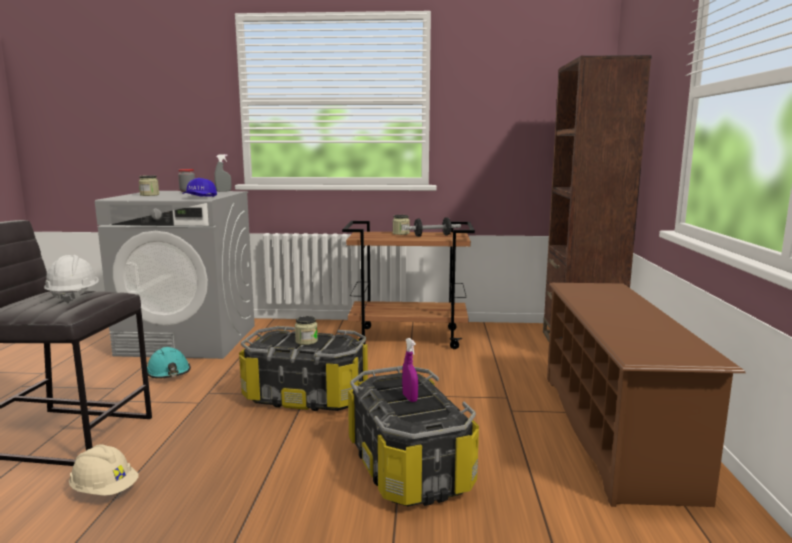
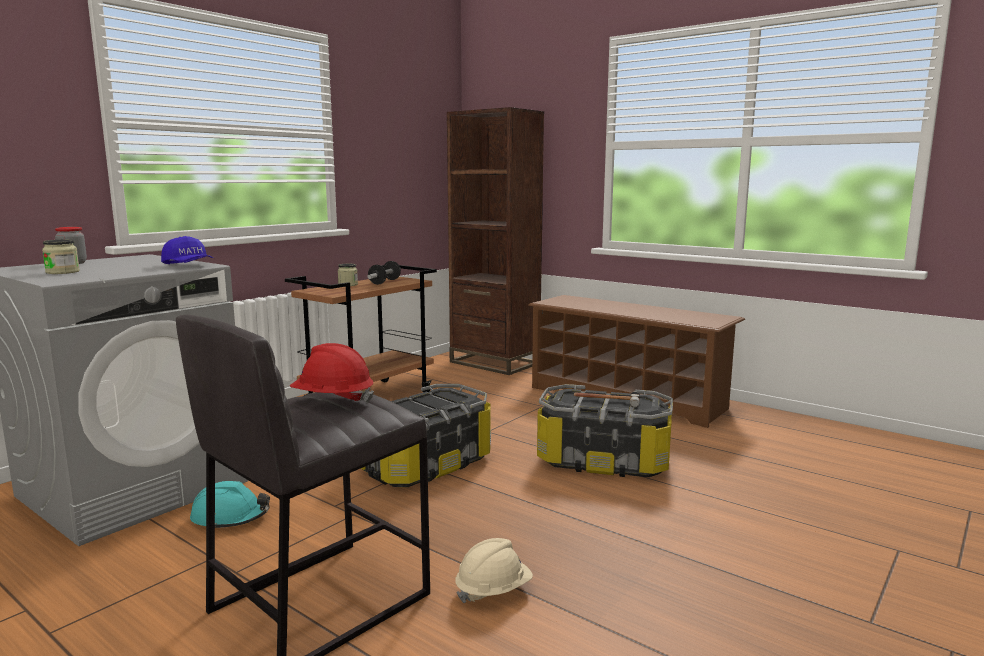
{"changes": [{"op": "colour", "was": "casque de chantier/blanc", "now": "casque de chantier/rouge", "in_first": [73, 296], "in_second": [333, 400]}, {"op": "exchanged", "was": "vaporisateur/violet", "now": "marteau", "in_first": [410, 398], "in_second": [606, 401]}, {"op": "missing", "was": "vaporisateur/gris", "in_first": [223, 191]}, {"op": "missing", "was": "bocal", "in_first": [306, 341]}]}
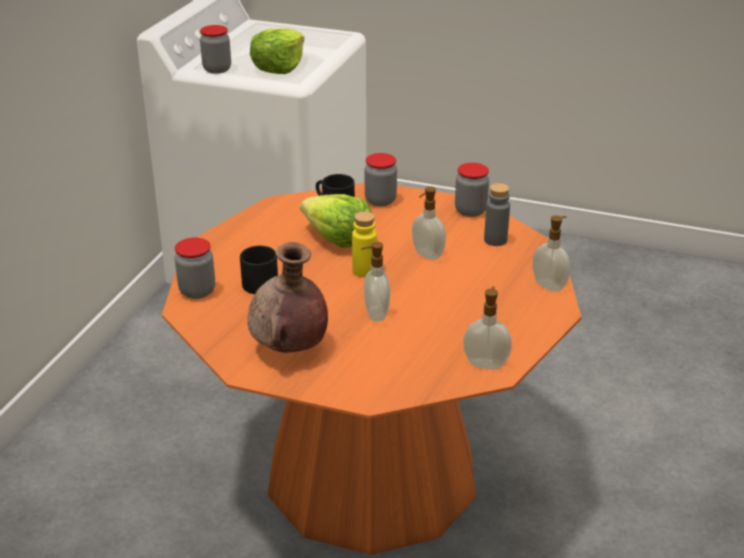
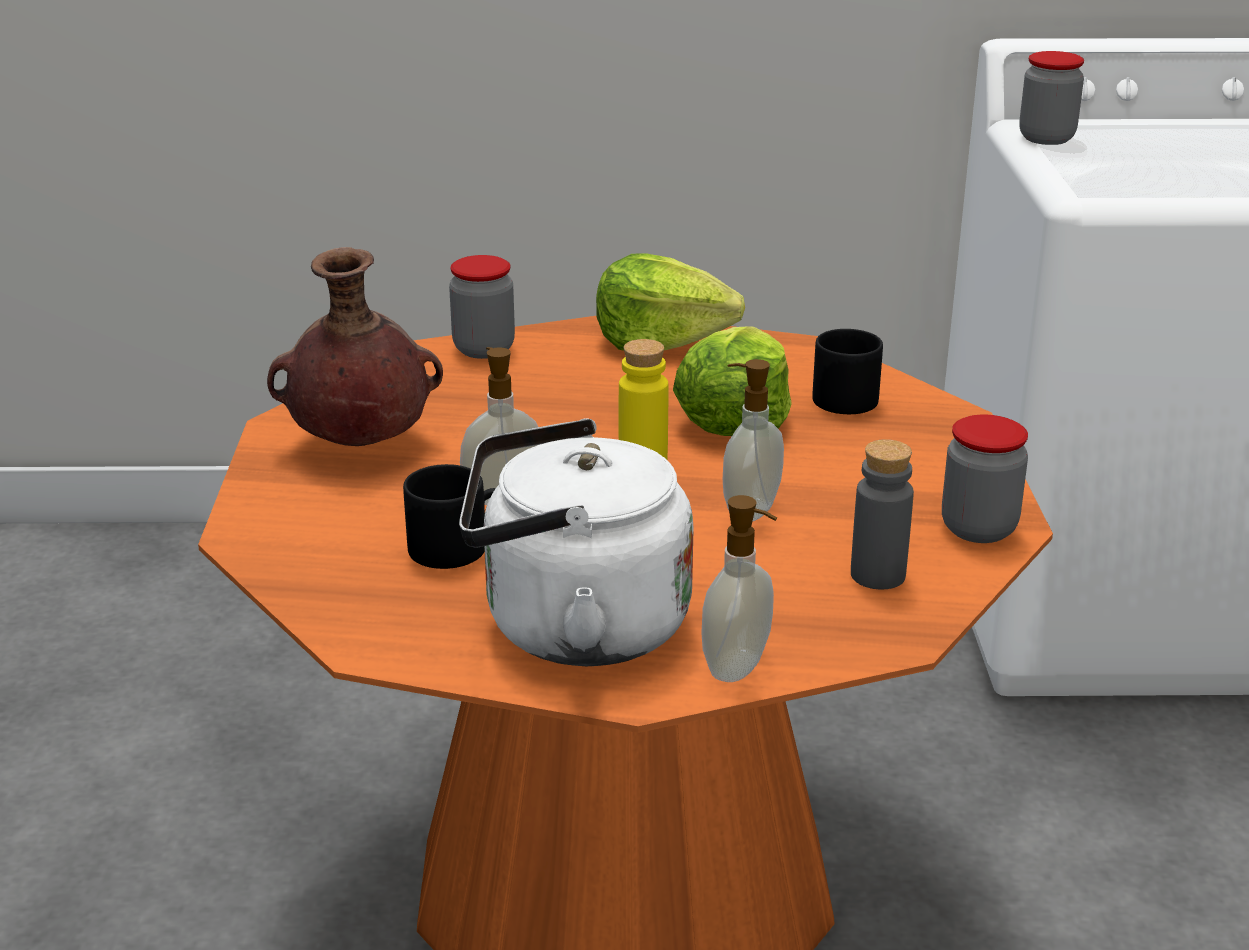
{"changes": [{"op": "relocated", "was": "mug/noir", "in_first": [261, 281], "in_second": [461, 547]}, {"op": "appeared", "now": "bouilloire/blanc", "in_second": [573, 627]}, {"op": "relocated", "was": "laitue", "in_first": [279, 67], "in_second": [661, 341]}, {"op": "missing", "was": "bocal", "in_first": [380, 200]}, {"op": "missing", "was": "distributeur de savon", "in_first": [486, 363]}]}
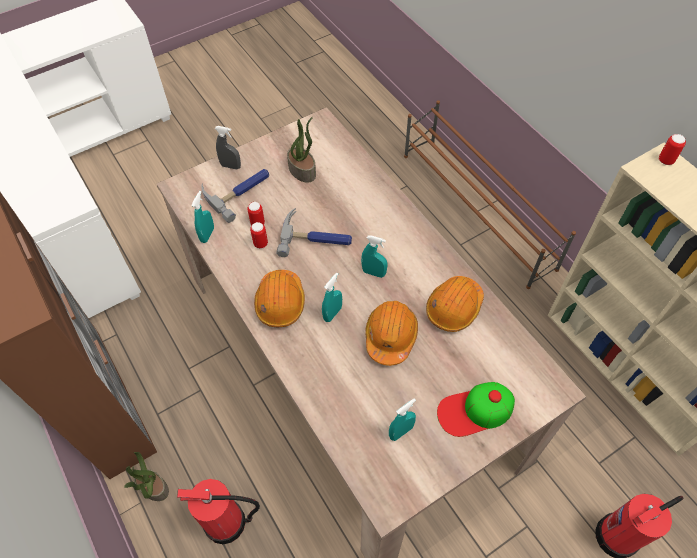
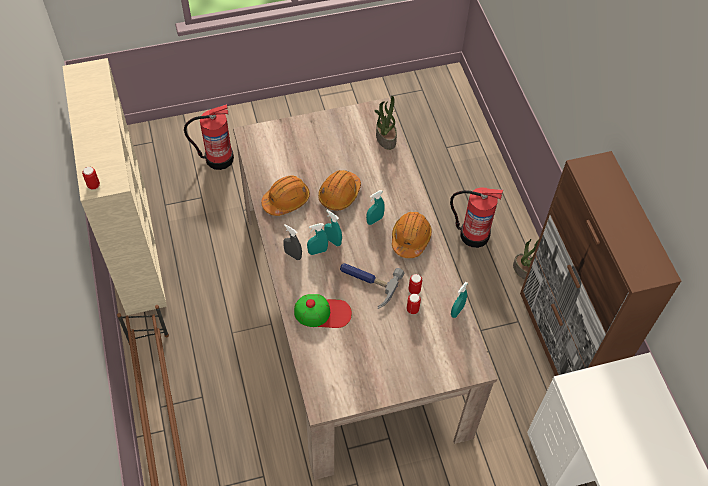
{"changes": [{"op": "relocated", "was": "vaporisateur/gris", "in_first": [231, 166], "in_second": [293, 255]}, {"op": "relocated", "was": "casquette", "in_first": [475, 411], "in_second": [323, 313]}, {"op": "relocated", "was": "vaporisateur/turquoise", "in_first": [401, 432], "in_second": [317, 251]}, {"op": "relocated", "was": "plante en pot", "in_first": [303, 170], "in_second": [385, 138]}, {"op": "missing", "was": "marteau", "in_first": [239, 191]}]}
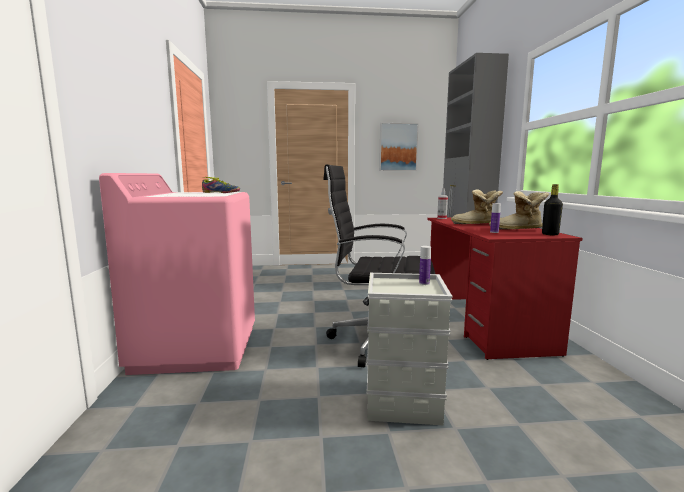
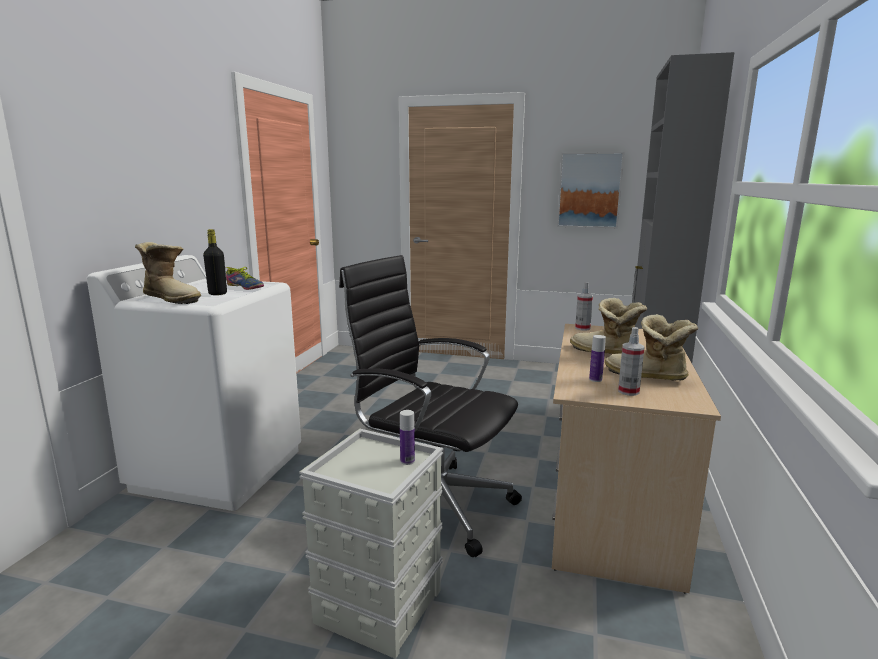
{"changes": [{"op": "colour", "was": "lave-linge/rose", "now": "lave-linge/blanc", "in_first": [197, 347], "in_second": [219, 469]}, {"op": "appeared", "now": "botte", "in_second": [172, 298]}, {"op": "relocated", "was": "bouteille/noir", "in_first": [550, 234], "in_second": [217, 293]}, {"op": "colour", "was": "bureau/rouge", "now": "bureau/beige", "in_first": [484, 323], "in_second": [611, 503]}, {"op": "appeared", "now": "vaporisateur", "in_second": [628, 391]}]}
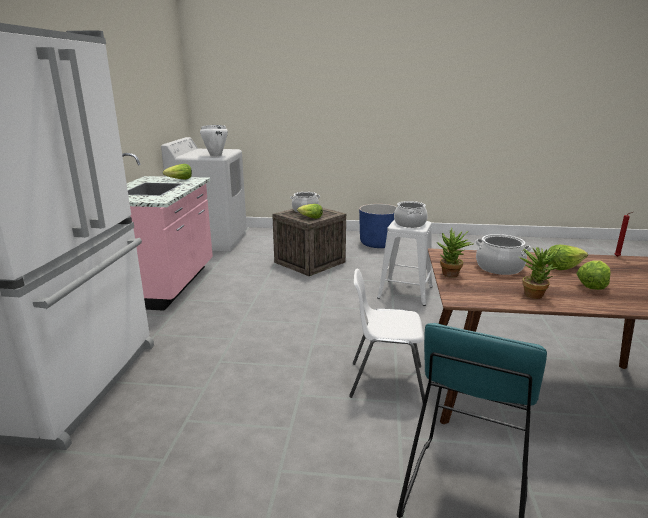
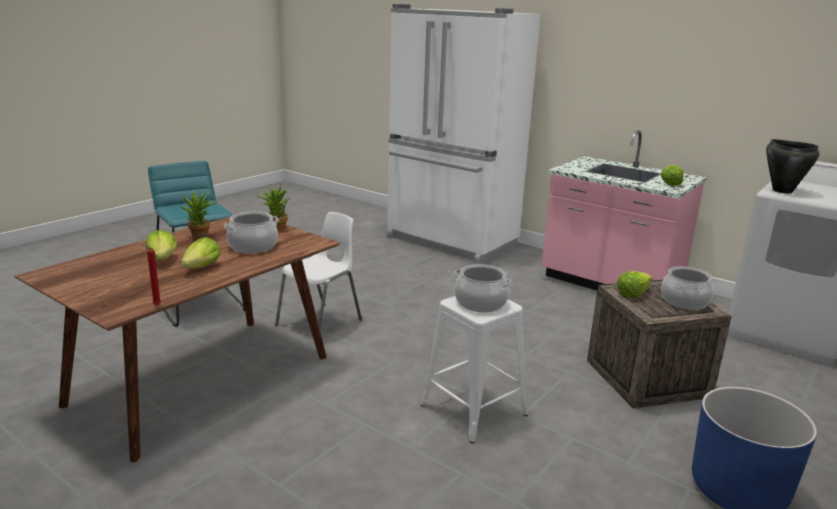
{"changes": [{"op": "colour", "was": "marmite/blanc", "now": "marmite/noir", "in_first": [215, 155], "in_second": [782, 191]}]}
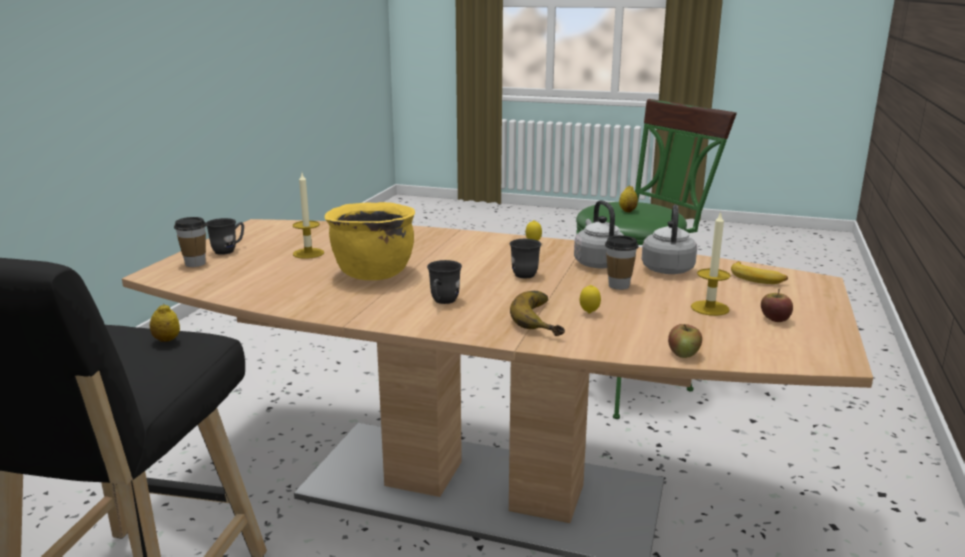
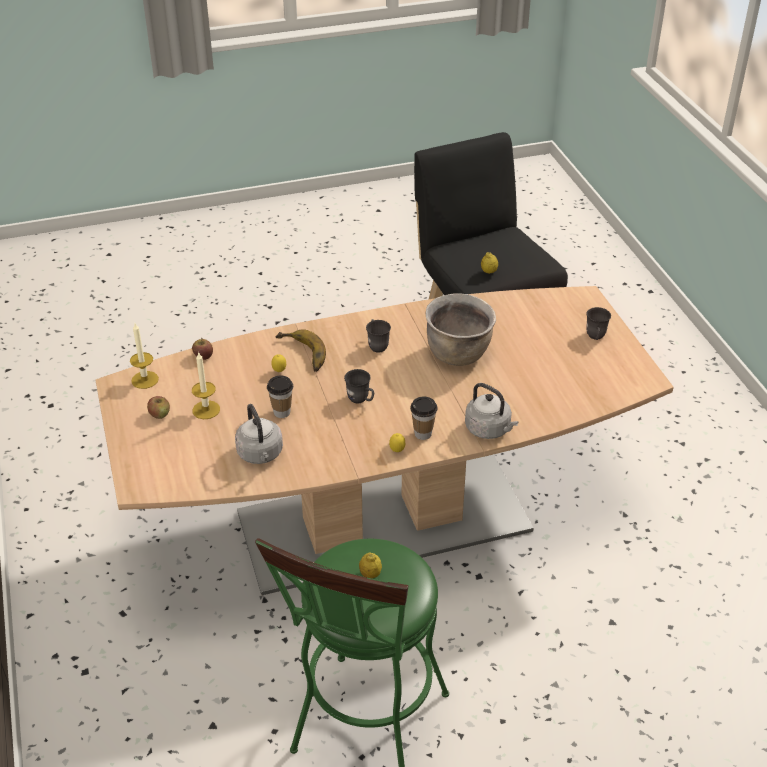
{"changes": [{"op": "relocated", "was": "bougie", "in_first": [308, 253], "in_second": [145, 380]}, {"op": "relocated", "was": "tasse", "in_first": [195, 264], "in_second": [423, 434]}, {"op": "colour", "was": "marmite/jaune", "now": "marmite/marron", "in_first": [373, 273], "in_second": [458, 354]}, {"op": "relocated", "was": "bouilloire/gris", "in_first": [598, 263], "in_second": [489, 429]}, {"op": "missing", "was": "banane", "in_first": [757, 278]}]}
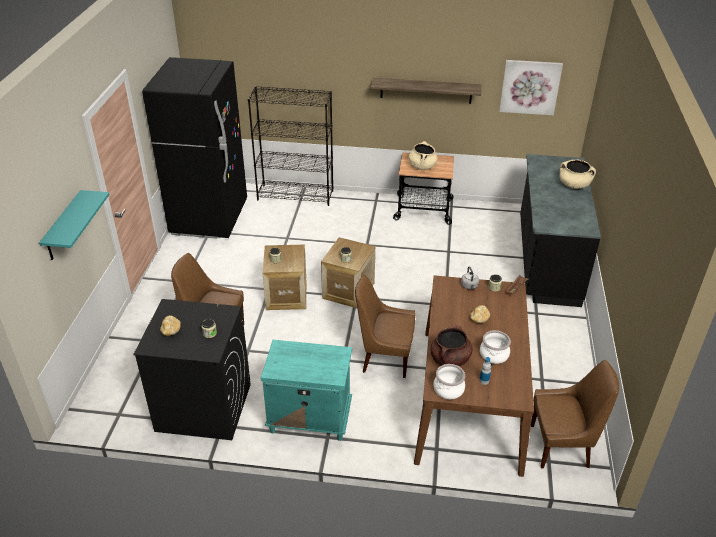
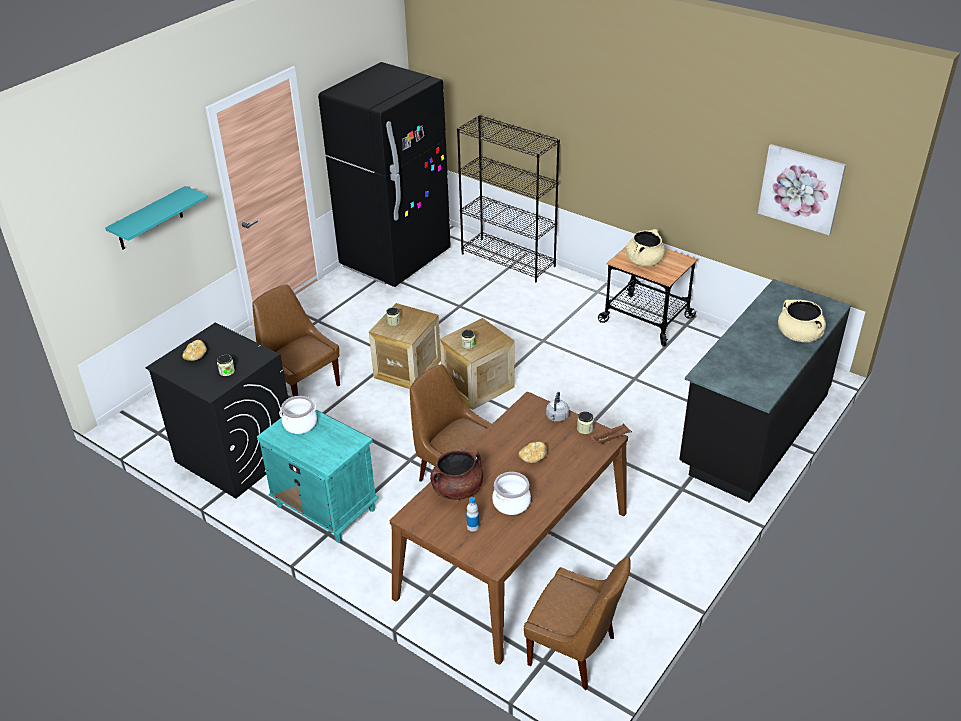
{"changes": [{"op": "relocated", "was": "marmite", "in_first": [449, 389], "in_second": [300, 424]}, {"op": "missing", "was": "étagère", "in_first": [426, 90]}]}
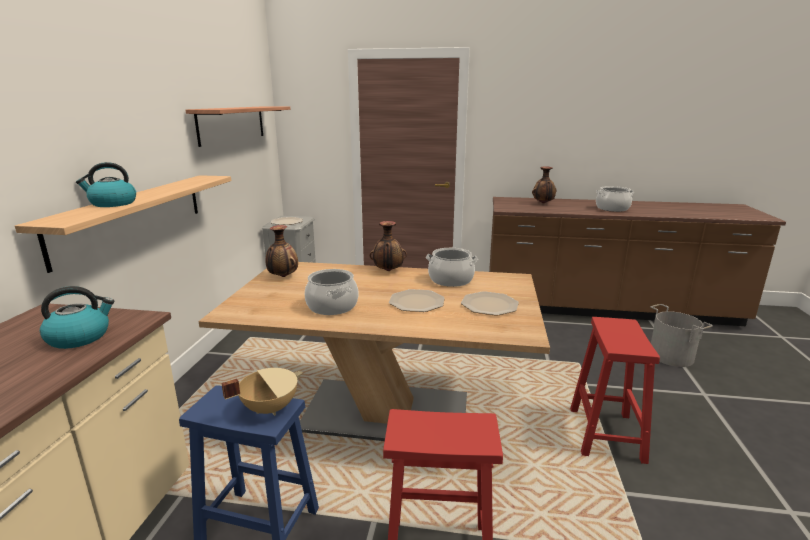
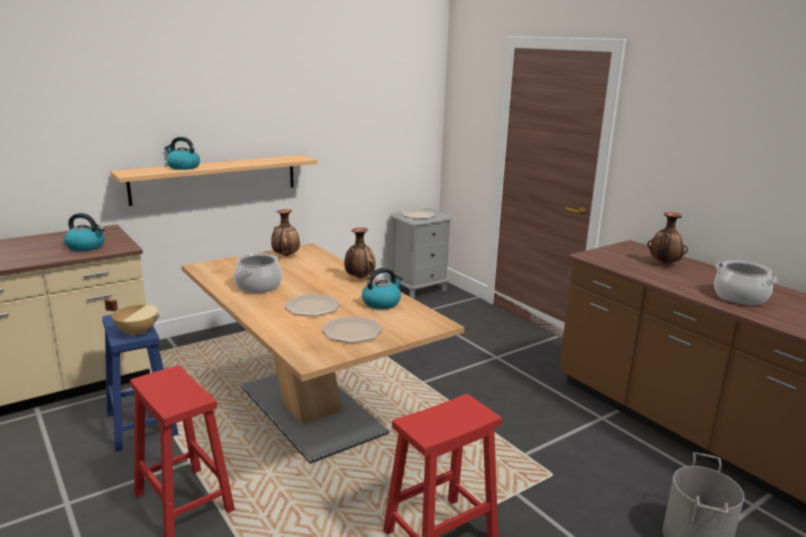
{"changes": [{"op": "exchanged", "was": "marmite", "now": "bouilloire", "in_first": [450, 280], "in_second": [381, 303]}, {"op": "missing", "was": "étagère", "in_first": [232, 124]}]}
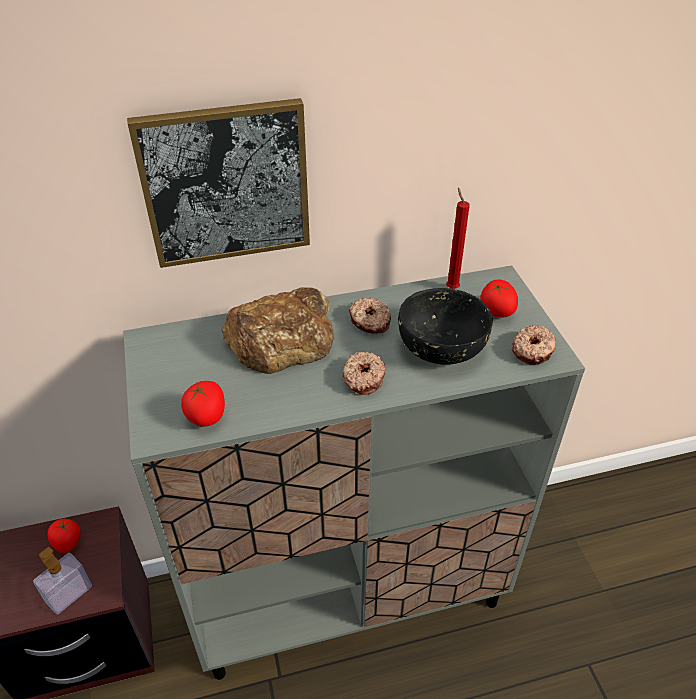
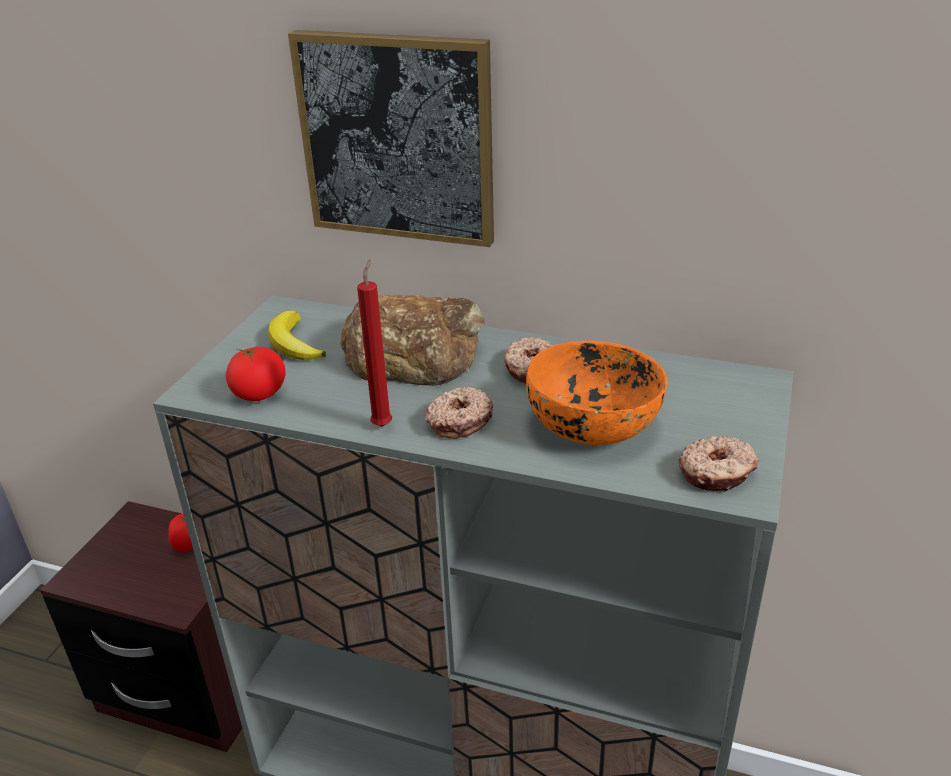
{"changes": [{"op": "appeared", "now": "banane", "in_second": [294, 343]}, {"op": "relocated", "was": "bougie/rouge", "in_first": [451, 287], "in_second": [383, 424]}, {"op": "colour", "was": "bol/noir", "now": "bol/orange", "in_first": [442, 345], "in_second": [595, 423]}, {"op": "missing", "was": "distributeur de savon", "in_first": [69, 594]}, {"op": "missing", "was": "tomate", "in_first": [496, 311]}]}
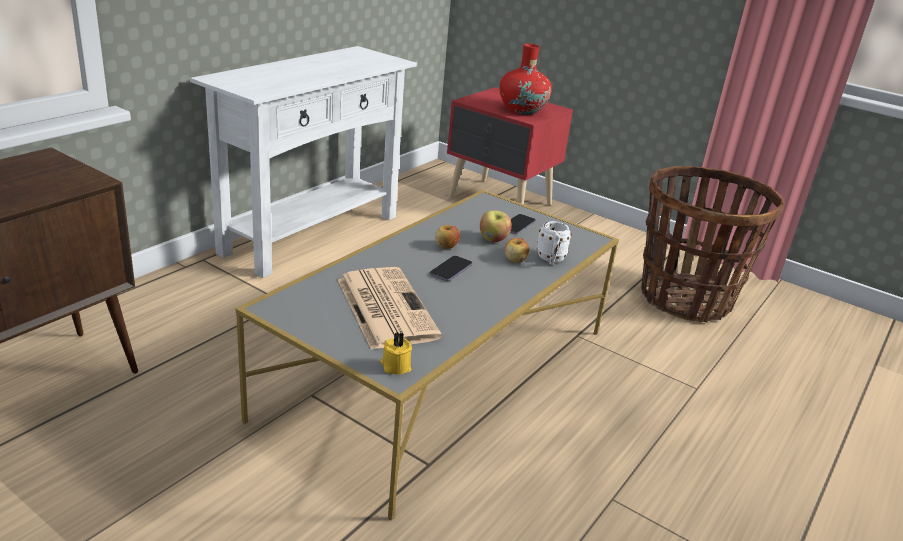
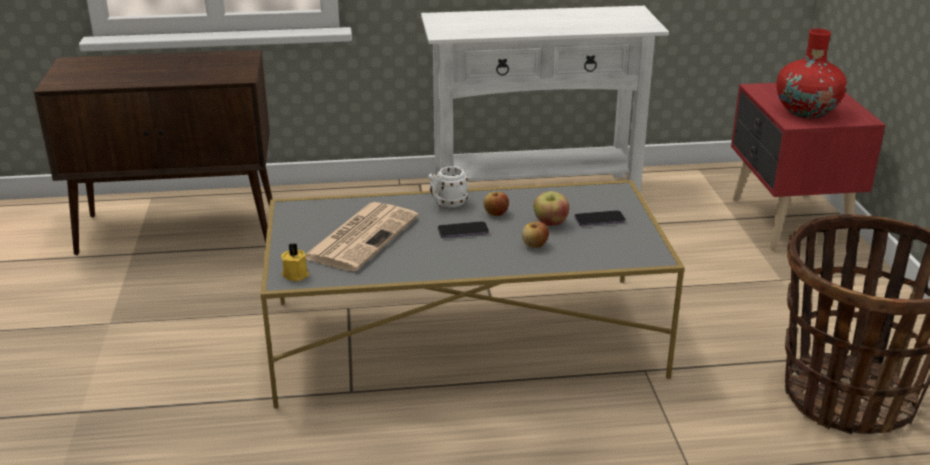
{"changes": [{"op": "relocated", "was": "mug/blanc", "in_first": [551, 260], "in_second": [447, 204]}]}
